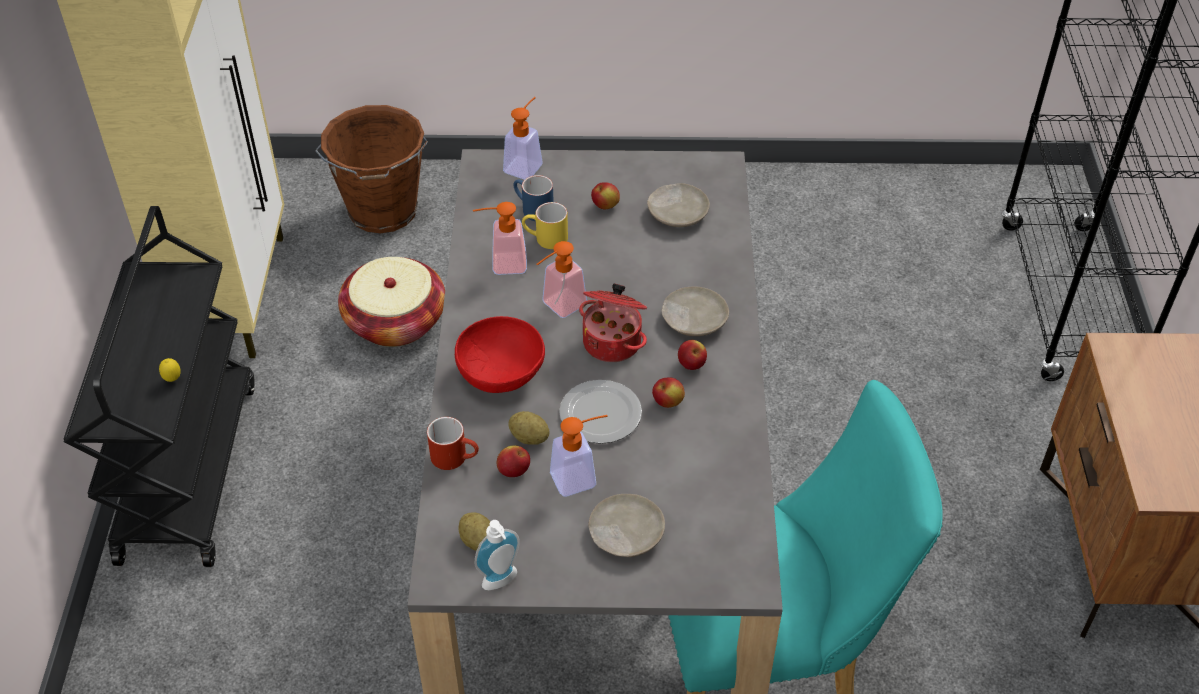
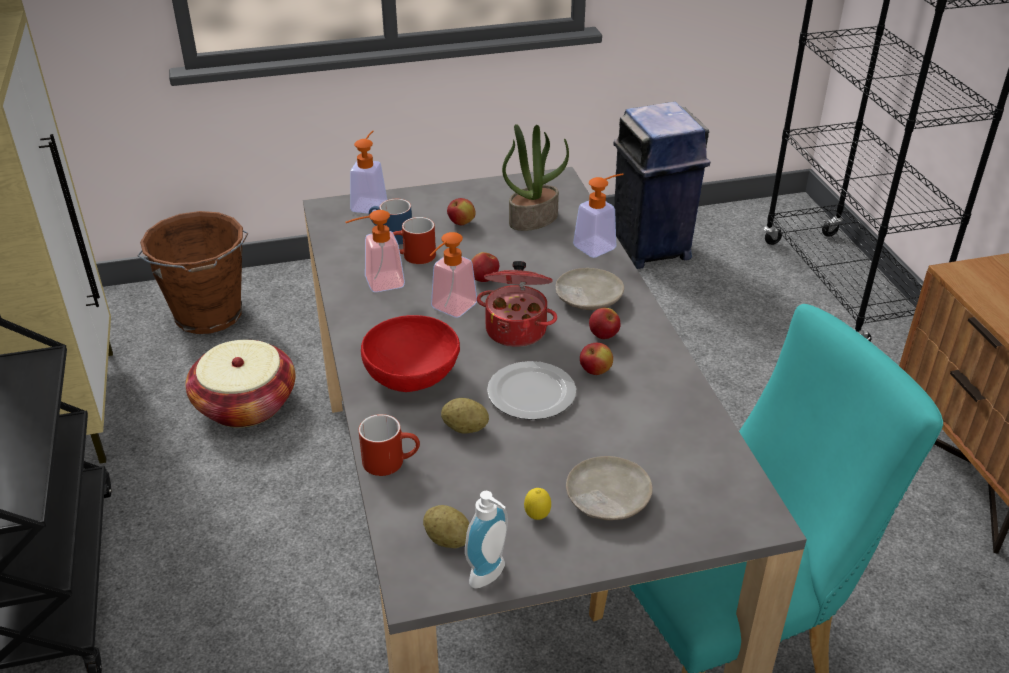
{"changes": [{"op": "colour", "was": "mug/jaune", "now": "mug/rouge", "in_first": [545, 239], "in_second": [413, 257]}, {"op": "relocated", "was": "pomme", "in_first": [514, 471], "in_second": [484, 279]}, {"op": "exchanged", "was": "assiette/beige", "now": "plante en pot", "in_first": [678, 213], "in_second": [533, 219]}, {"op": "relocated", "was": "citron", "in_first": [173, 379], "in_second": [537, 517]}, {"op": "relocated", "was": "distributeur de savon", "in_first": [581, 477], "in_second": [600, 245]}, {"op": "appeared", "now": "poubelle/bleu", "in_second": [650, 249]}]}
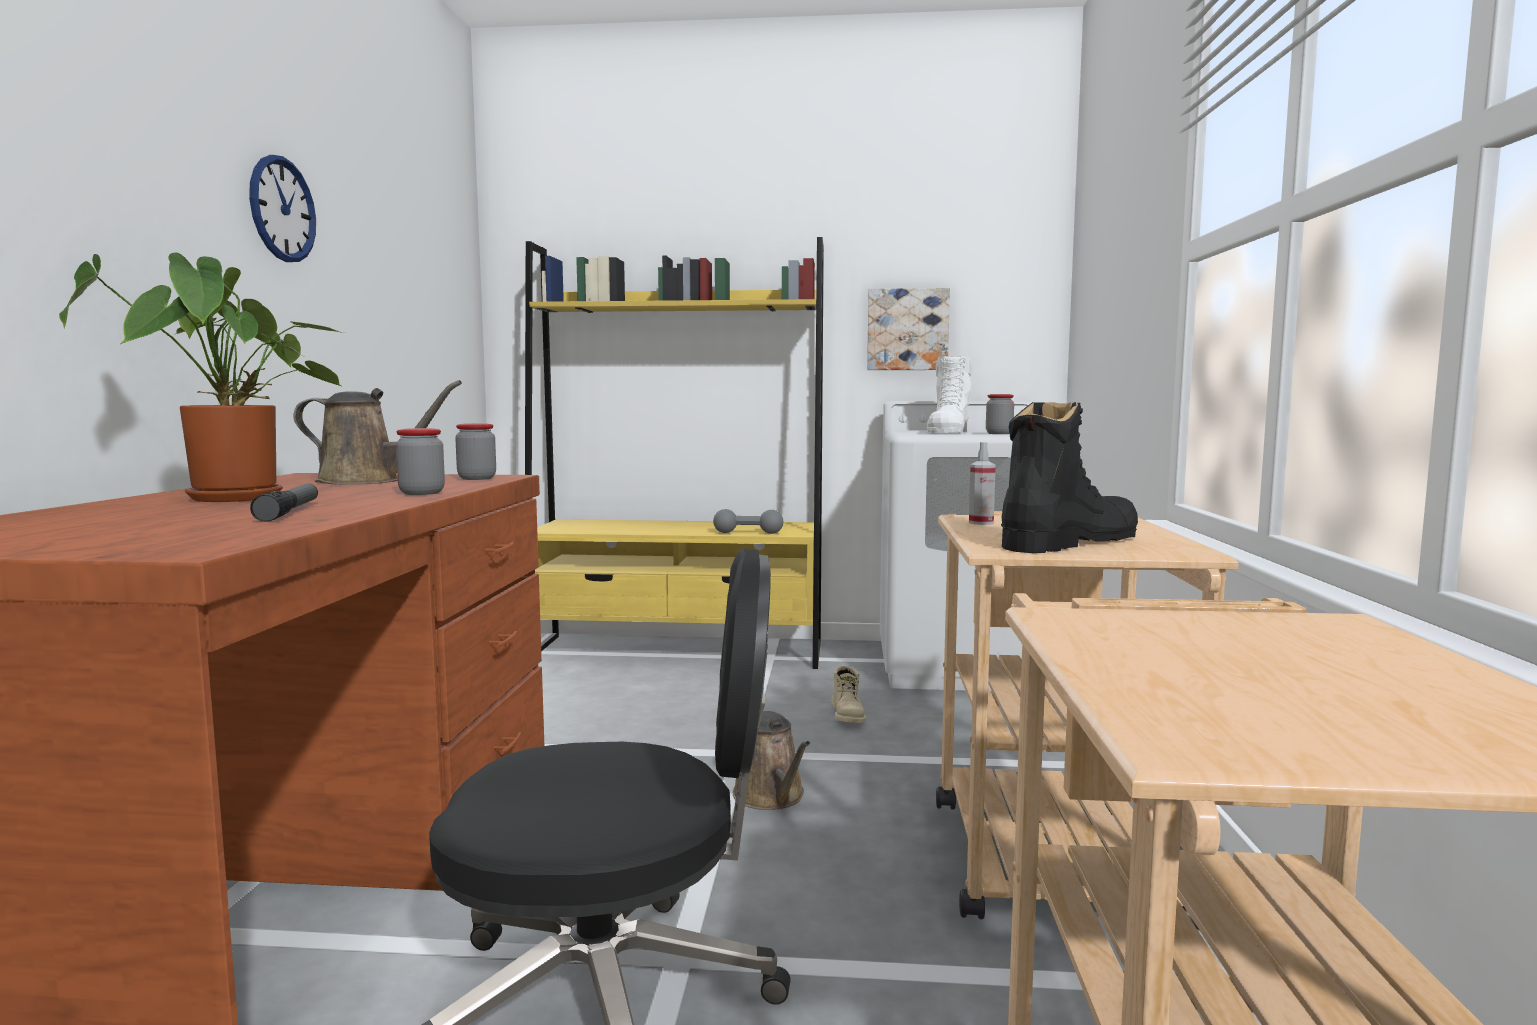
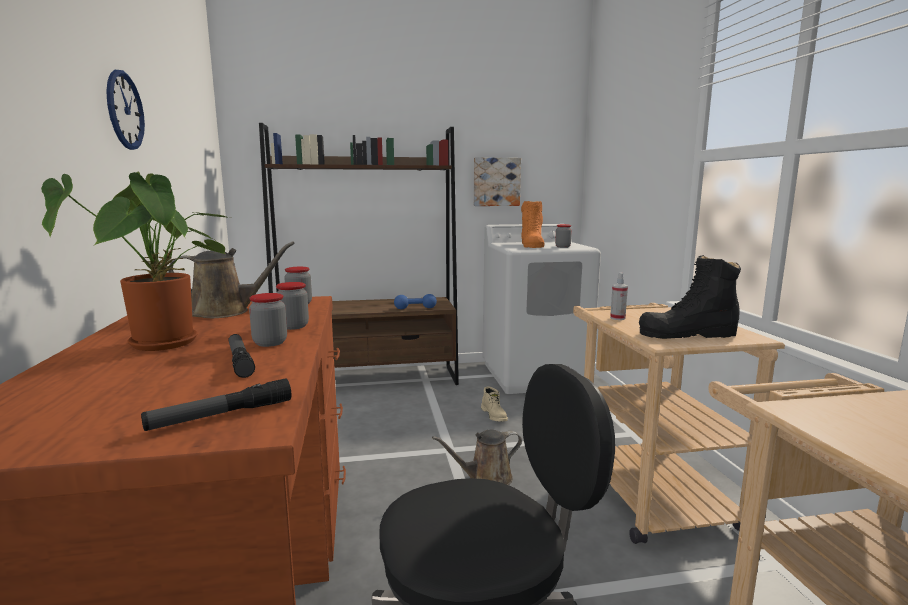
{"changes": [{"op": "appeared", "now": "lampe de poche", "in_second": [221, 415]}, {"op": "appeared", "now": "bocal", "in_second": [270, 343]}, {"op": "colour", "was": "bibliothèque/jaune", "now": "bibliothèque/marron", "in_first": [678, 652], "in_second": [369, 380]}, {"op": "colour", "was": "haltère/gris", "now": "haltère/bleu", "in_first": [748, 533], "in_second": [415, 308]}, {"op": "spun", "was": "arrosoir/marron", "in_first": [771, 797], "in_second": [486, 478], "clockwise": 105}, {"op": "colour", "was": "botte/blanc", "now": "botte/orange", "in_first": [948, 432], "in_second": [532, 245]}, {"op": "spun", "was": "botte/noir", "in_first": [1068, 542], "in_second": [687, 334], "clockwise": -135}]}
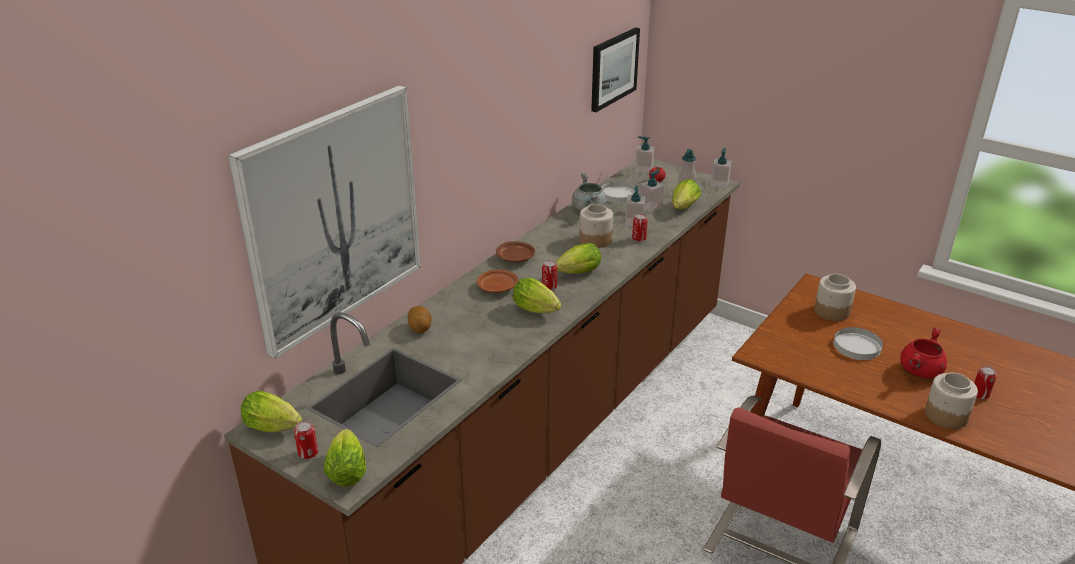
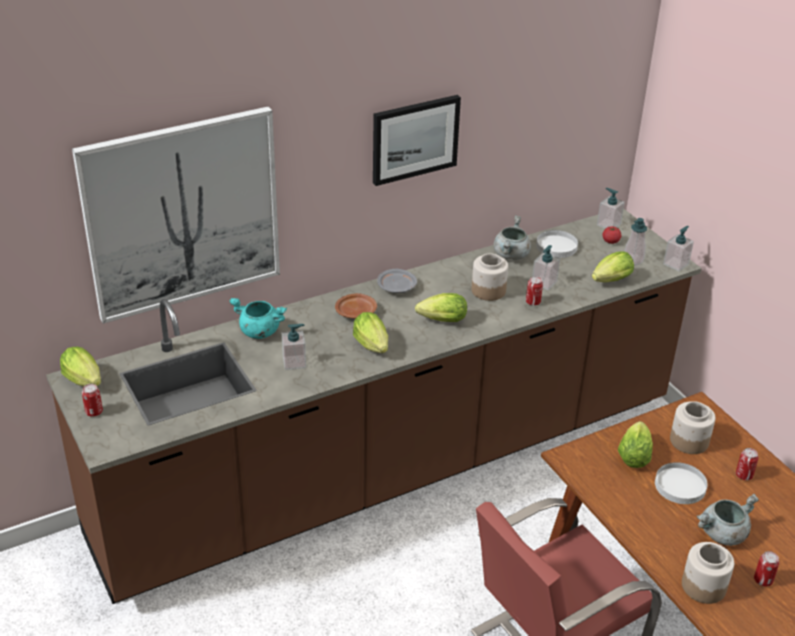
{"changes": [{"op": "exchanged", "was": "pomme de terre", "now": "marmite/turquoise", "in_first": [420, 329], "in_second": [259, 331]}, {"op": "relocated", "was": "distributeur de savon", "in_first": [650, 207], "in_second": [294, 362]}, {"op": "relocated", "was": "tableau", "in_first": [613, 68], "in_second": [414, 139]}, {"op": "colour", "was": "assiette/marron", "now": "assiette/gris", "in_first": [516, 258], "in_second": [397, 287]}, {"op": "relocated", "was": "laitue", "in_first": [347, 469], "in_second": [634, 454]}, {"op": "colour", "was": "marmite/rouge", "now": "marmite/gris", "in_first": [920, 371], "in_second": [722, 534]}, {"op": "relocated", "was": "boîte métallique", "in_first": [549, 287], "in_second": [744, 475]}]}
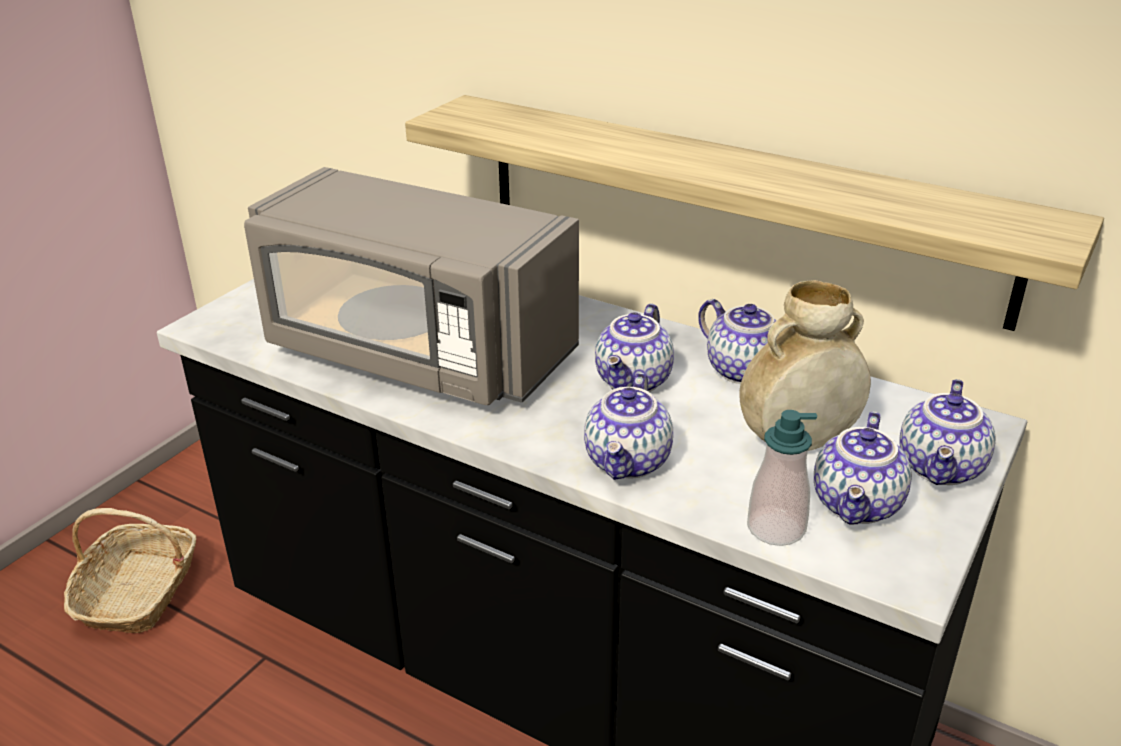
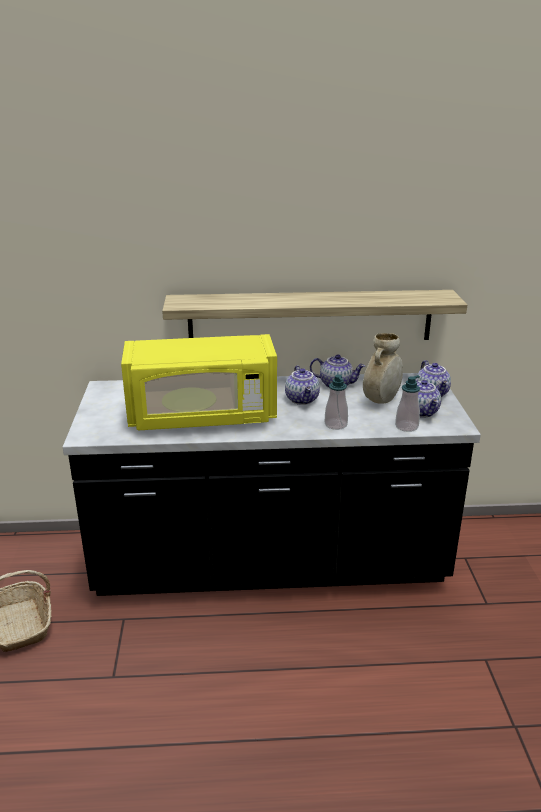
{"changes": [{"op": "colour", "was": "micro-ondes/gris", "now": "micro-ondes/jaune", "in_first": [416, 353], "in_second": [202, 416]}, {"op": "exchanged", "was": "théière", "now": "distributeur de savon", "in_first": [629, 462], "in_second": [335, 424]}]}
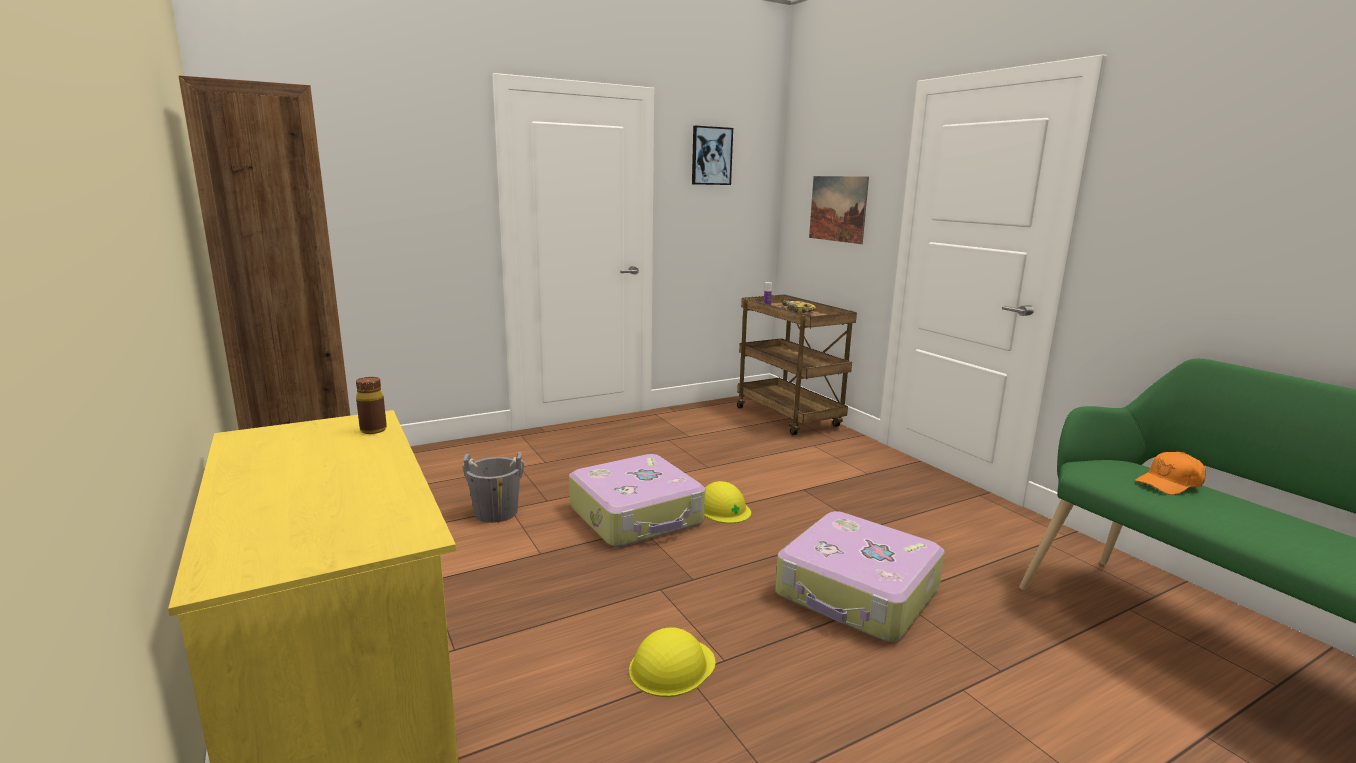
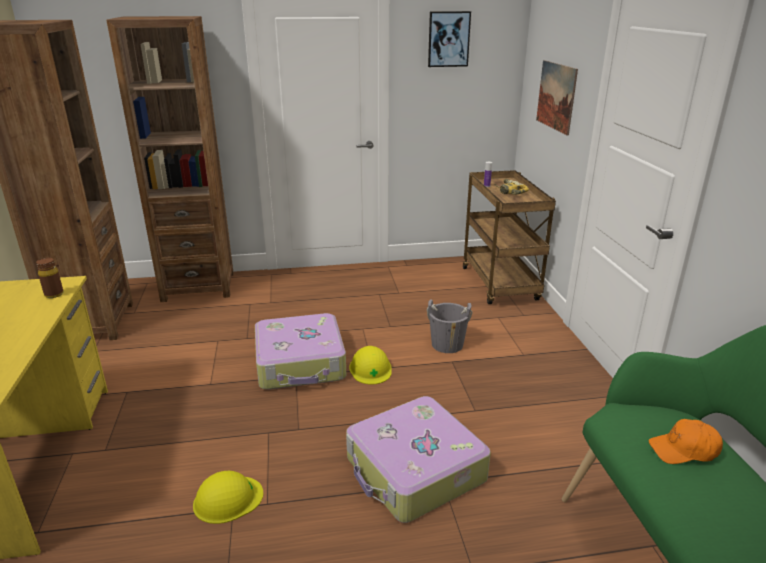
{"changes": [{"op": "appeared", "now": "bibliothèque/marron", "in_second": [198, 287]}, {"op": "relocated", "was": "seau/gris", "in_first": [496, 512], "in_second": [447, 344]}]}
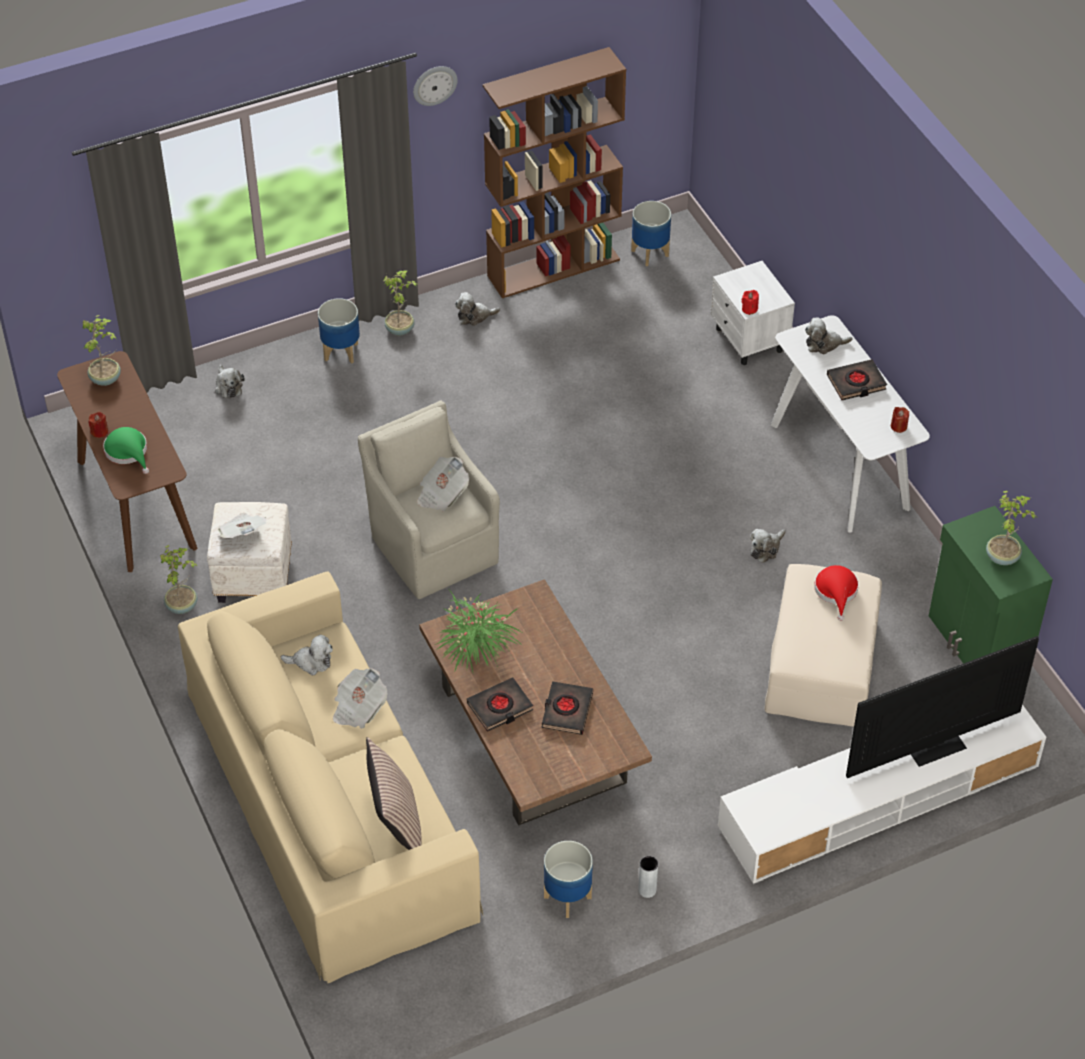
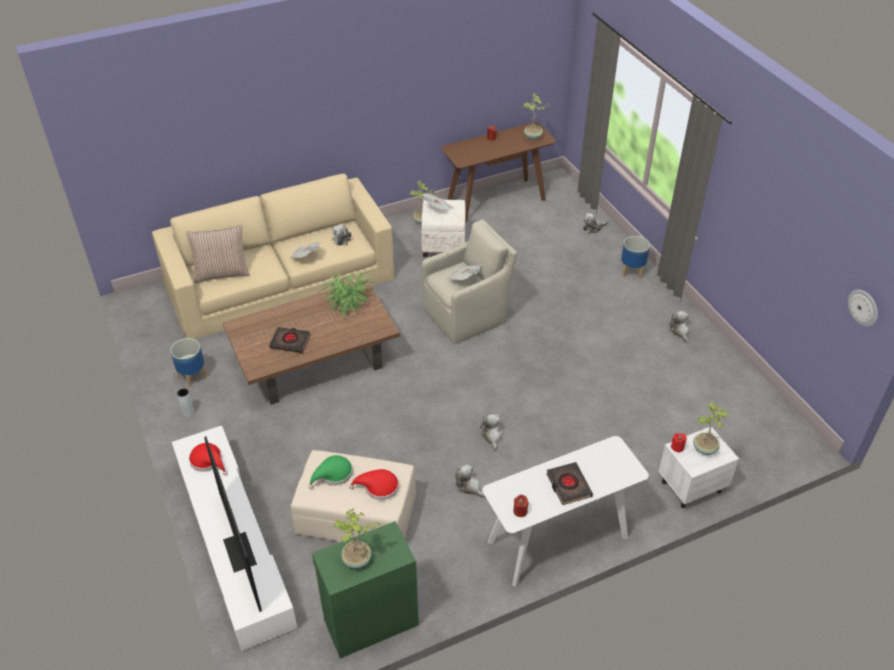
{"changes": [{"op": "appeared", "now": "chapeau/rouge", "in_second": [208, 461]}, {"op": "relocated", "was": "chapeau/vert", "in_first": [128, 452], "in_second": [333, 474]}, {"op": "relocated", "was": "peluche", "in_first": [824, 344], "in_second": [492, 436]}, {"op": "relocated", "was": "plante en pot", "in_first": [400, 329], "in_second": [705, 449]}, {"op": "relocated", "was": "horloge murale", "in_first": [434, 85], "in_second": [863, 307]}, {"op": "missing", "was": "livre/noir", "in_first": [500, 707]}, {"op": "missing", "was": "bibliothèque/marron", "in_first": [554, 267]}, {"op": "missing", "was": "cache-pot", "in_first": [650, 253]}]}
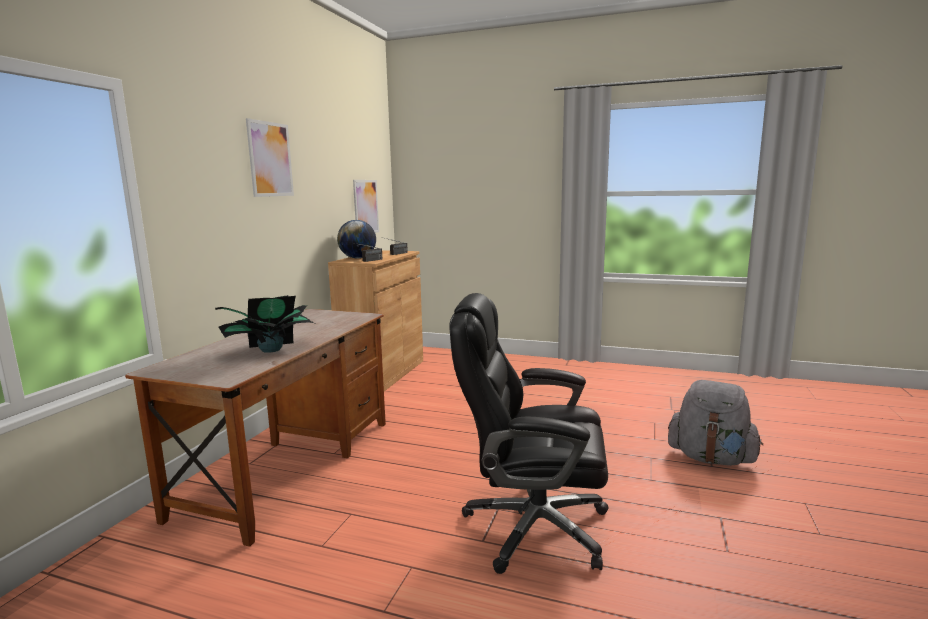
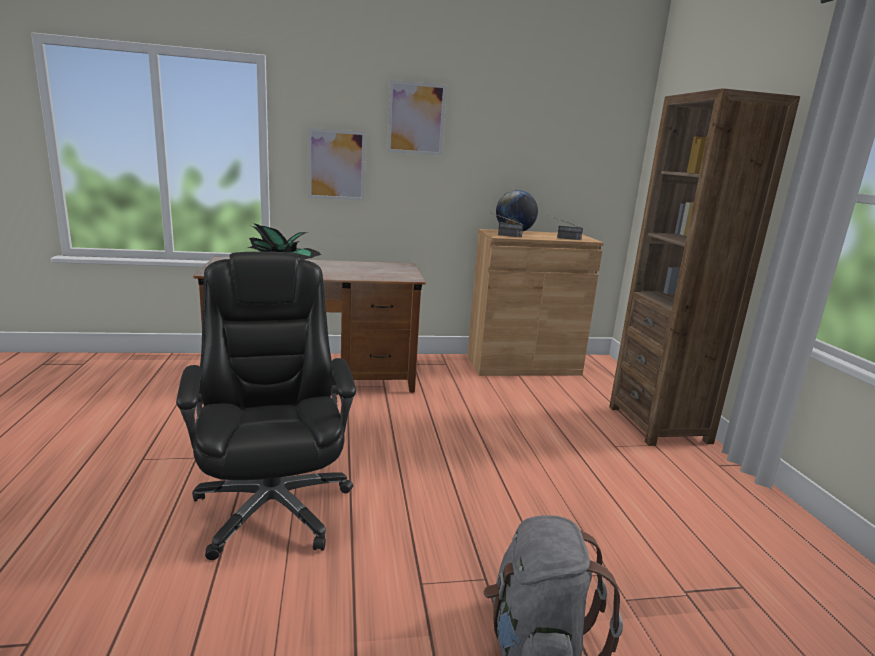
{"changes": [{"op": "relocated", "was": "tableau", "in_first": [366, 207], "in_second": [336, 165]}, {"op": "appeared", "now": "bibliothèque/marron", "in_second": [659, 424]}]}
